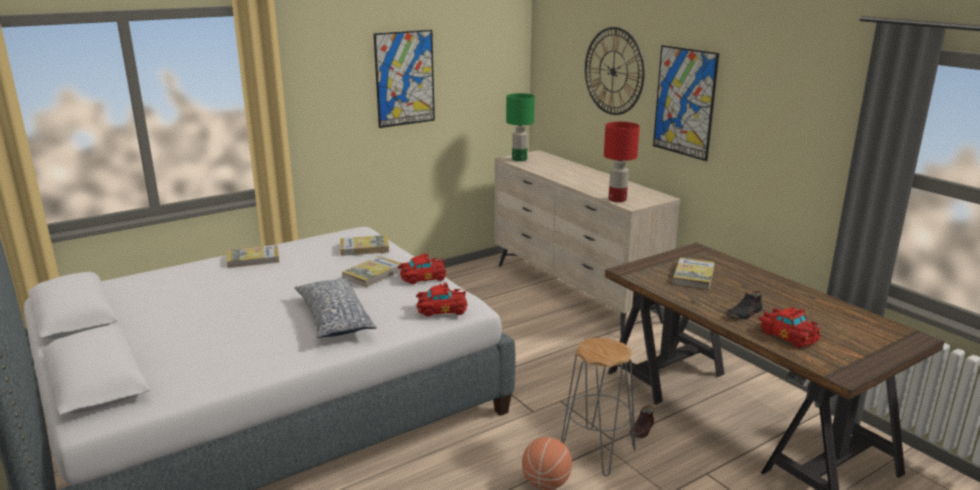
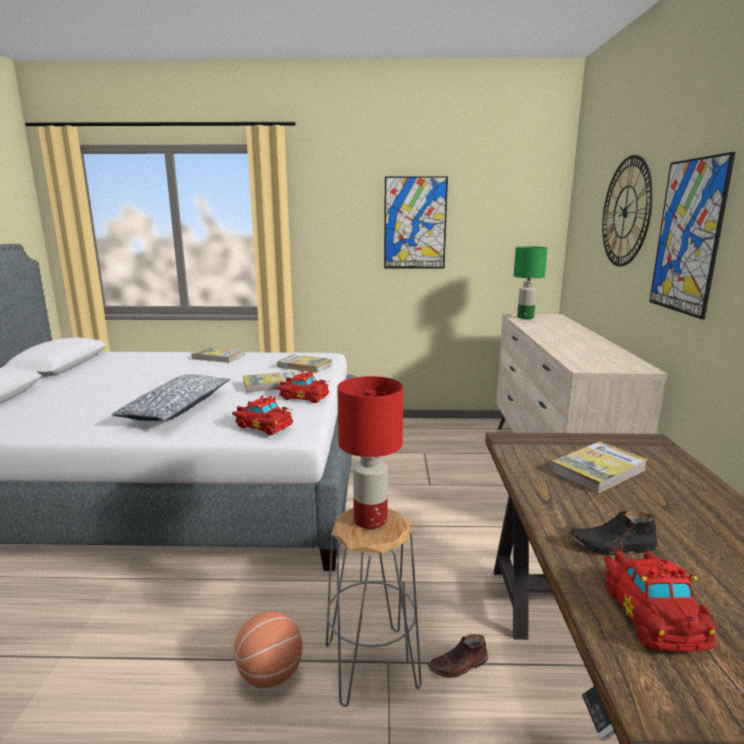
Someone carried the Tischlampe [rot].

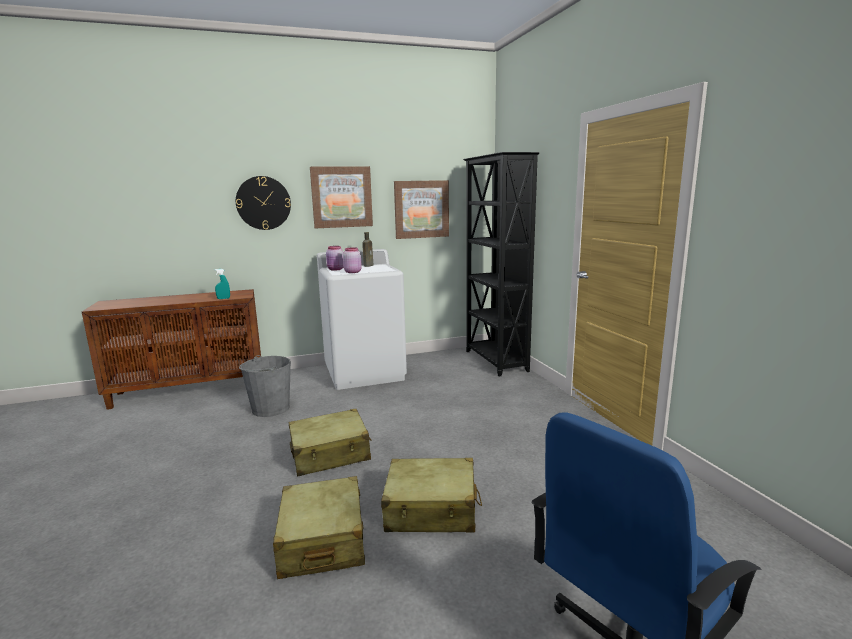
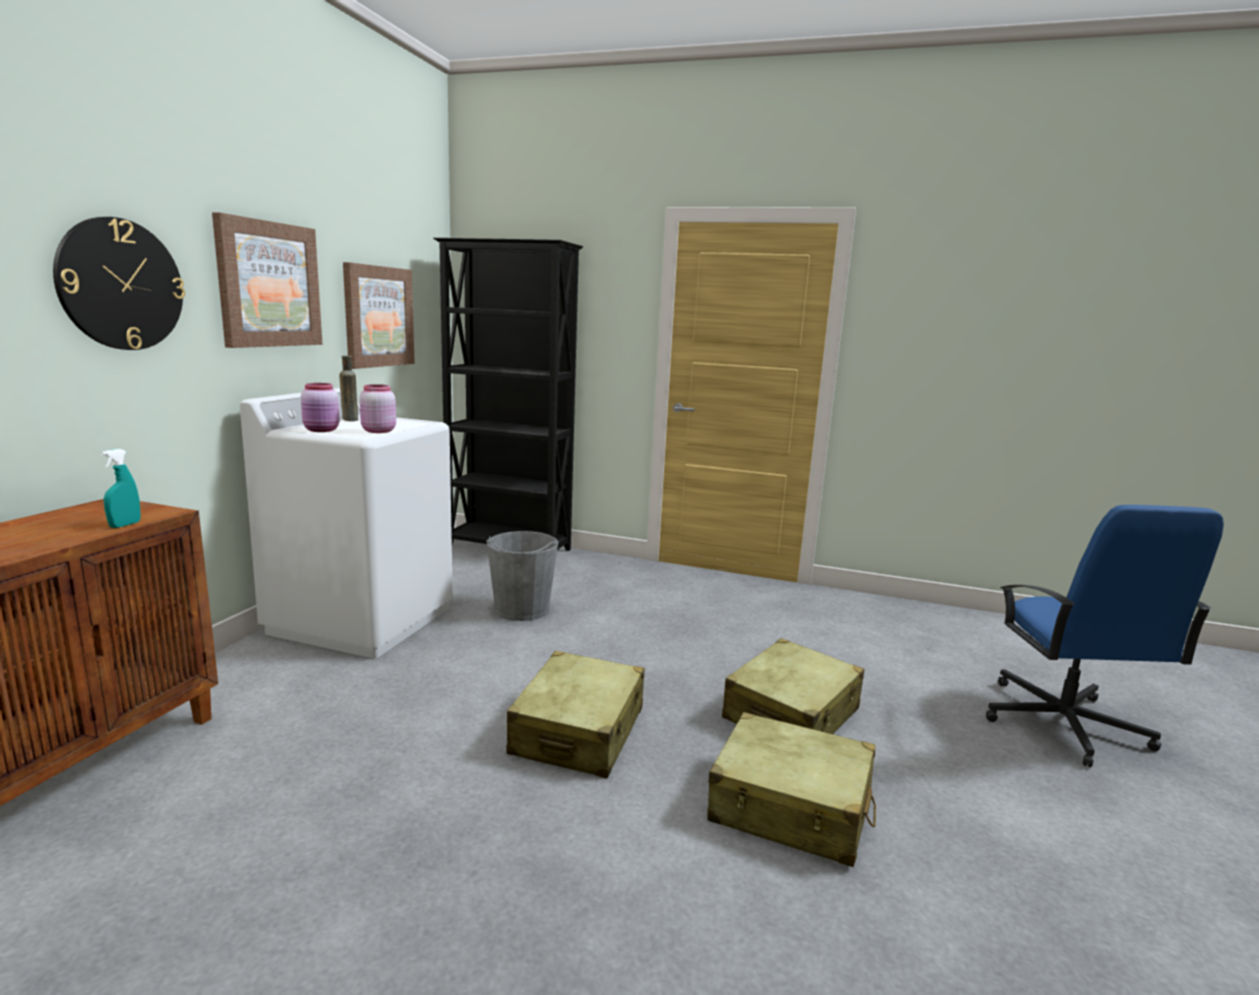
Someone carried the Eimer [grau].

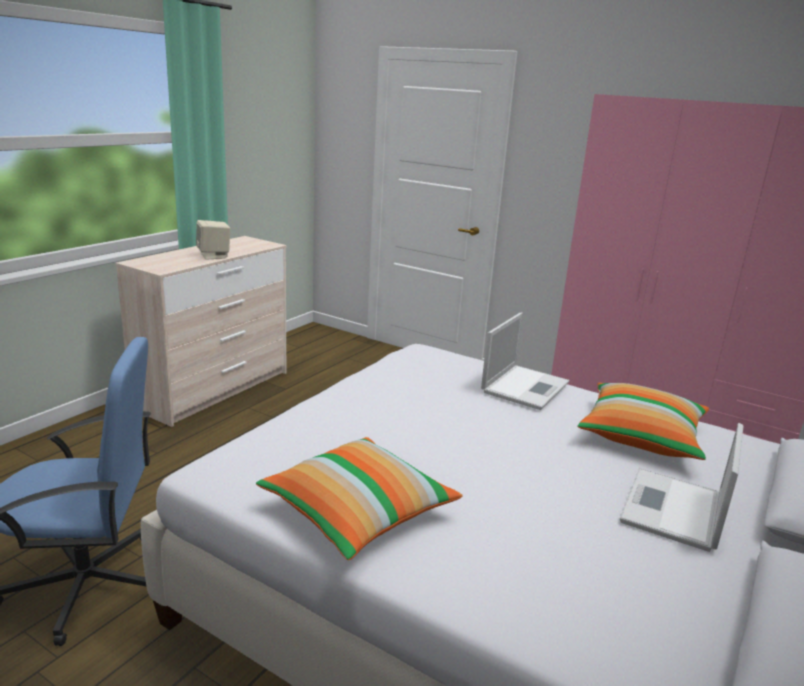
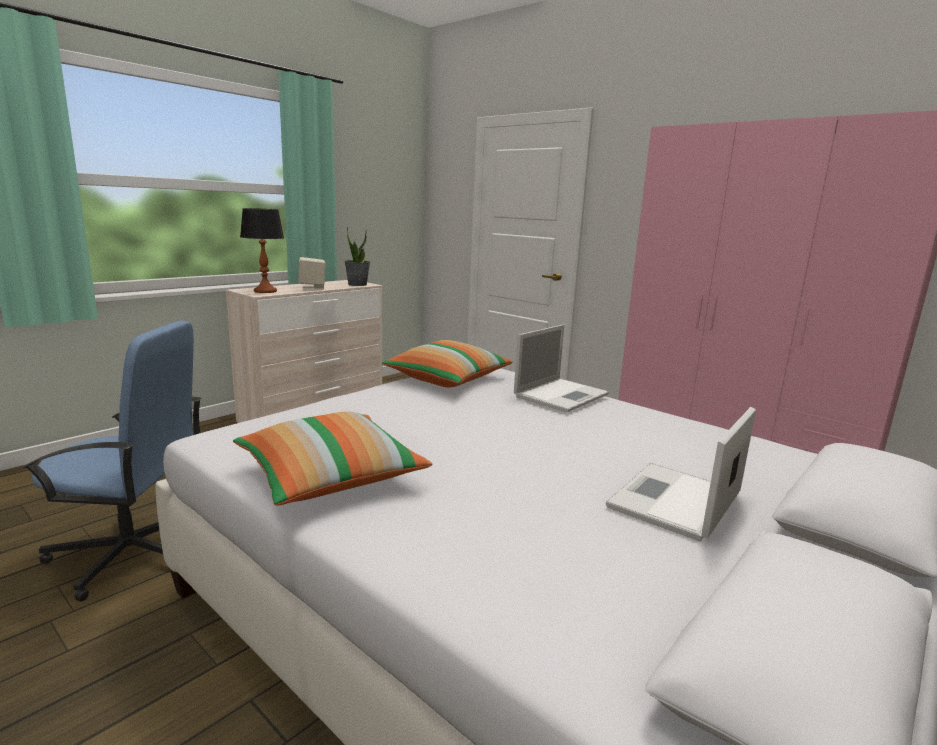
Someone carried the Kissen (2nd from left). Someone put down the Tischlampe. Someone put down the Topfpflanze.

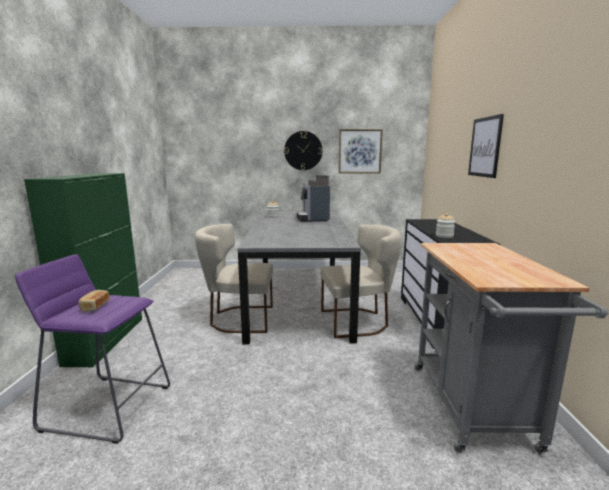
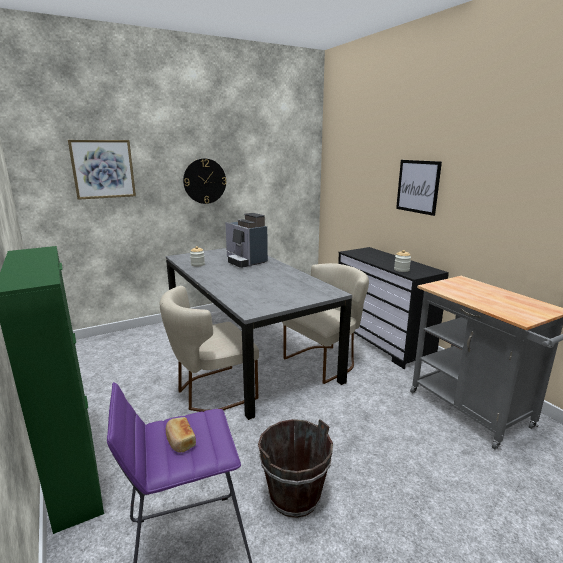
Someone carried the Bild (1st from left). Someone put down the Eimer [braun].

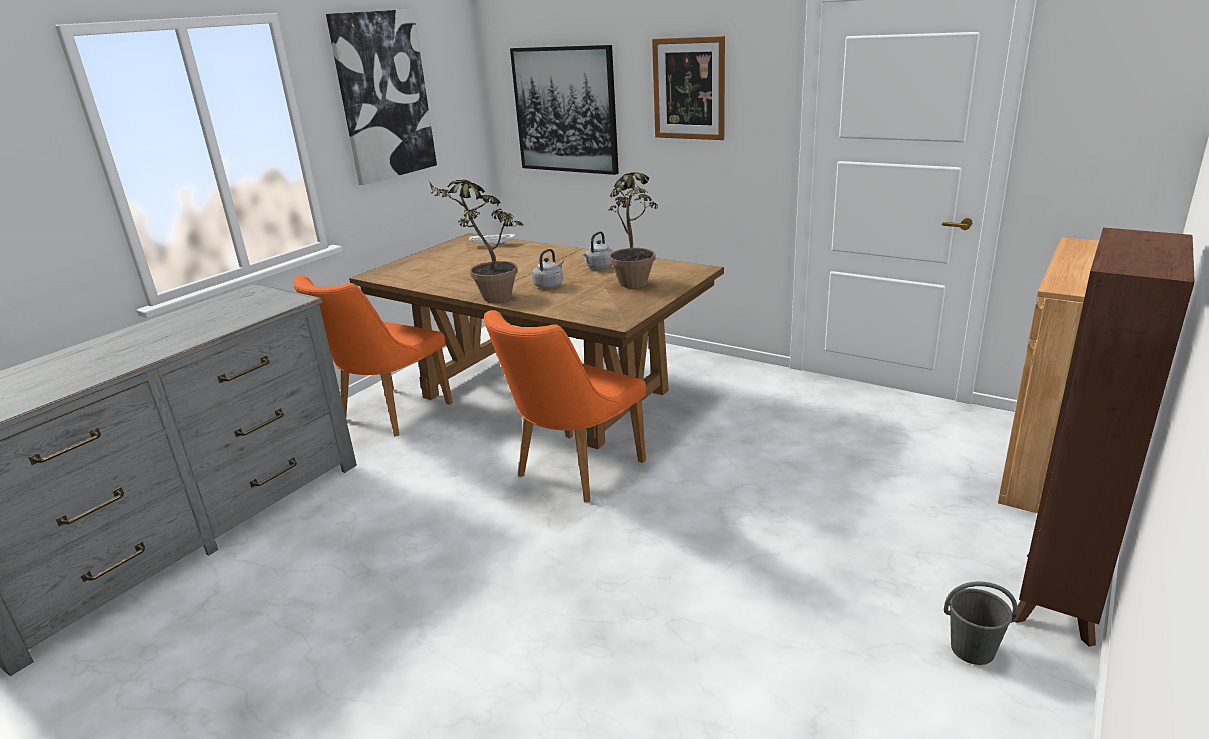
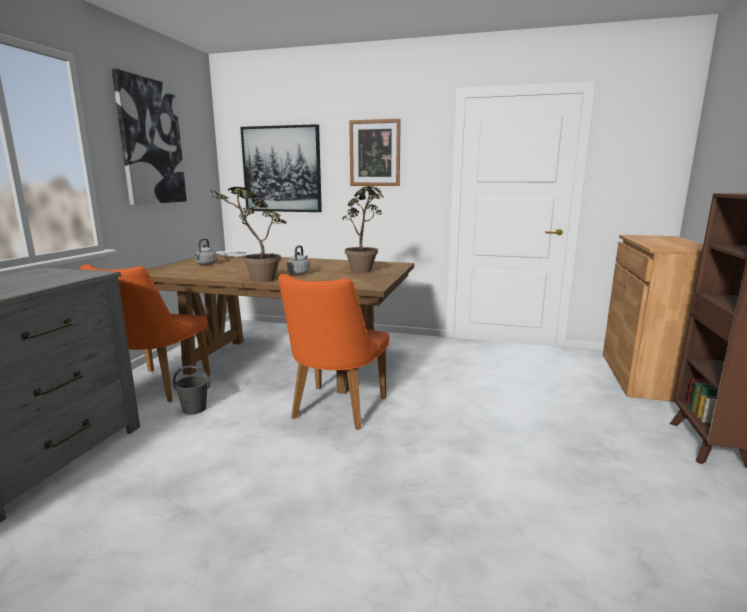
Someone carried the Wasserkessel [grau] (2nd from left in the first image). Someone carried the Eimer [grau].

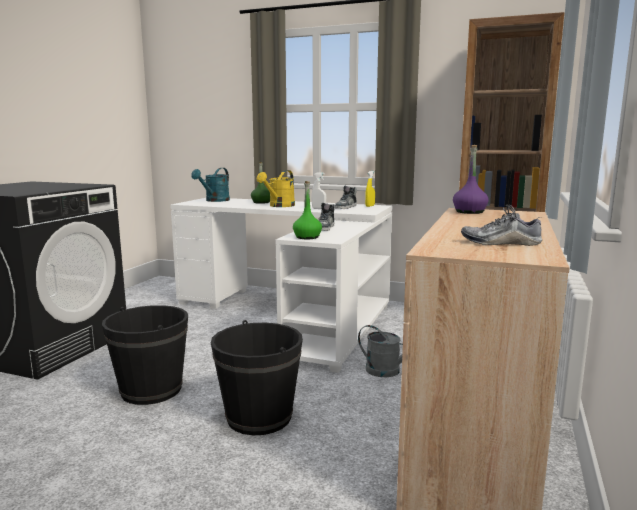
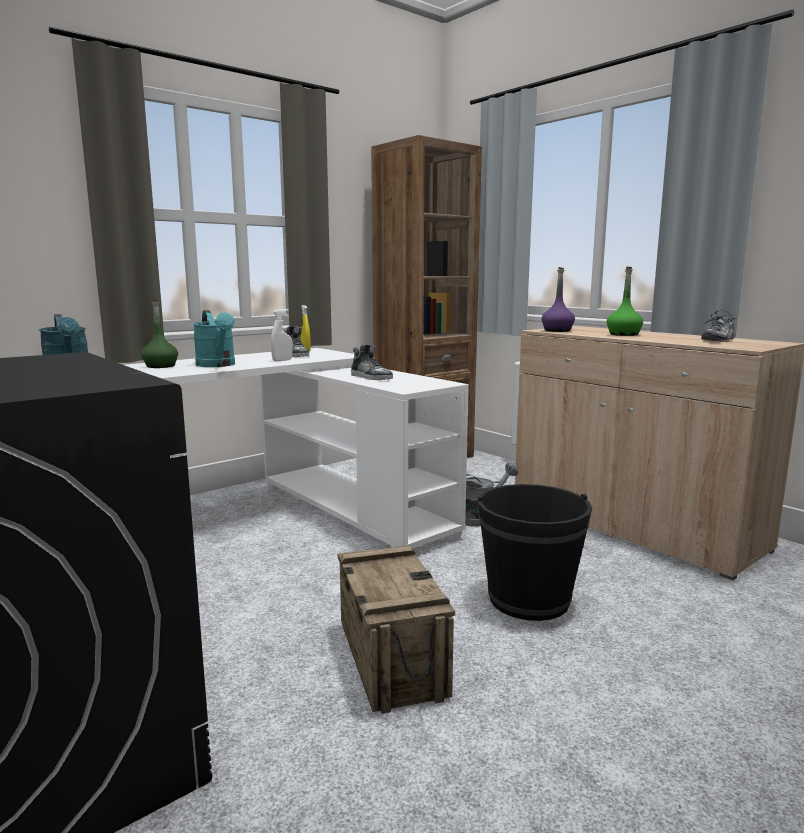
Someone swapped the Eimer [schwarz] (1st from left) for the Kiste. Someone repainted the Gießkanne [gelb], which became the Gießkanne [türkis] (2nd from left). Someone carried the Flasche [grün] (2nd from left).

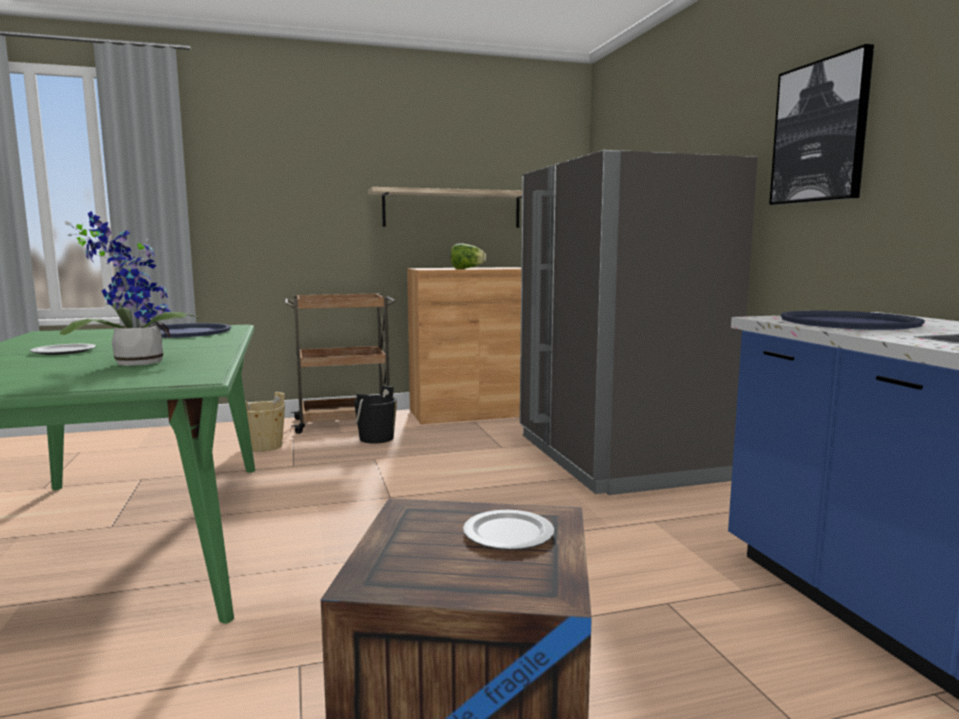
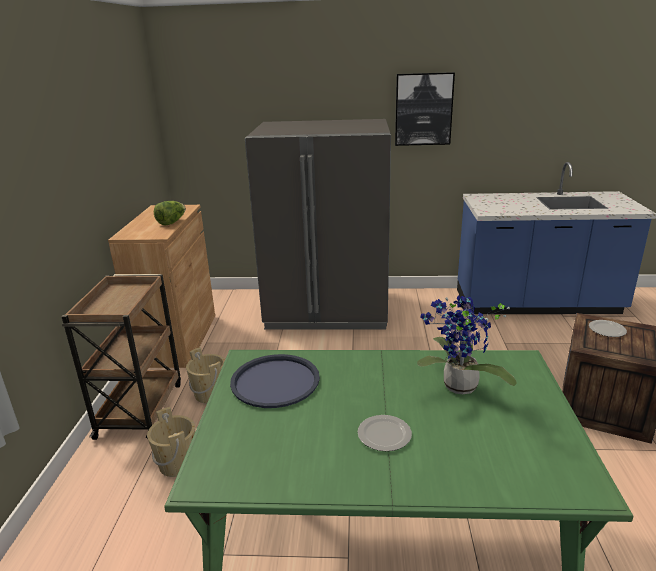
Someone repainted the Eimer [schwarz], which became the Eimer [beige] (2nd from left). Someone took away the Wandregal. Someone took away the Tablett [blau] (2nd from left).

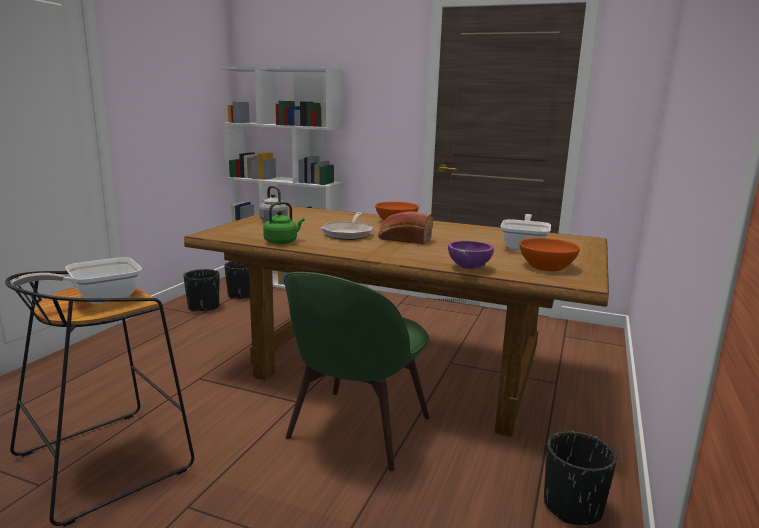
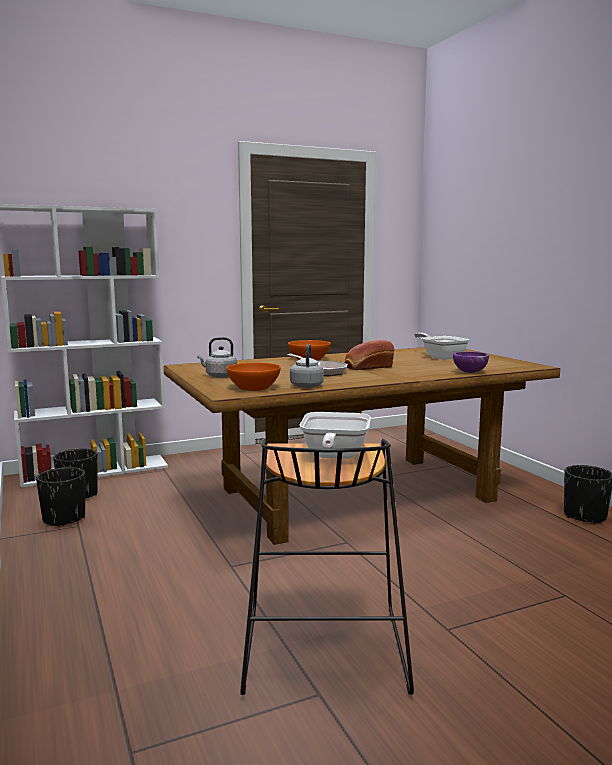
Someone repainted the Wasserkessel [grün], which became the Wasserkessel [grau] (2nd from left). Someone took away the Stuhl [grün]. Someone carried the Schüssel [orange] (2nd from left in the first image).

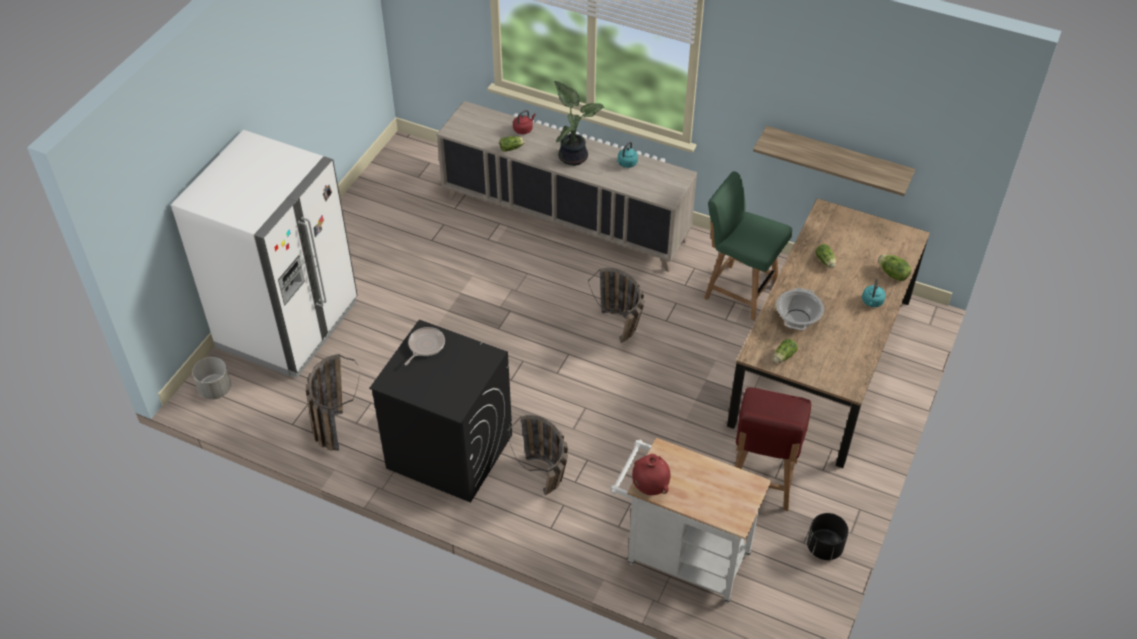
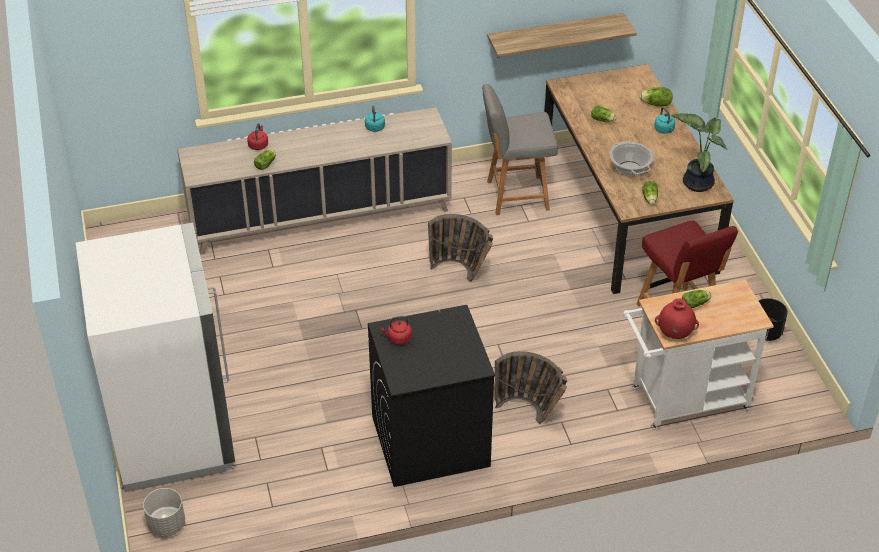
Someone took away the Korb (1st from left). Someone swapped the Pfanne for the Wasserkessel [rot] (2nd from left). Someone carried the Topfpflanze. Someone repainted the Stuhl [grün], which became the Stuhl [grau]. Someone put down the Salatkopf (5th from left).

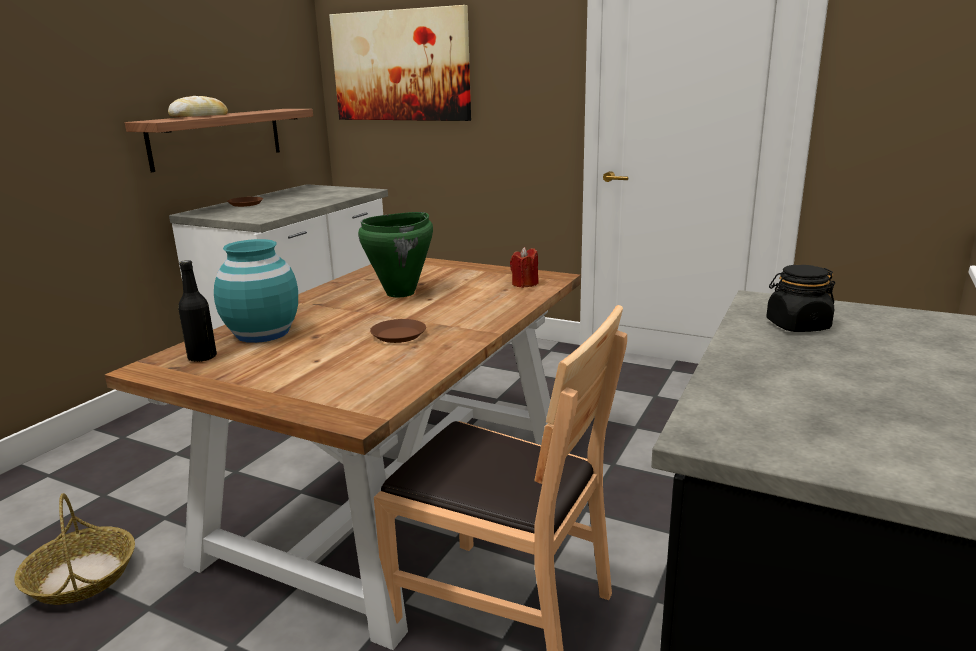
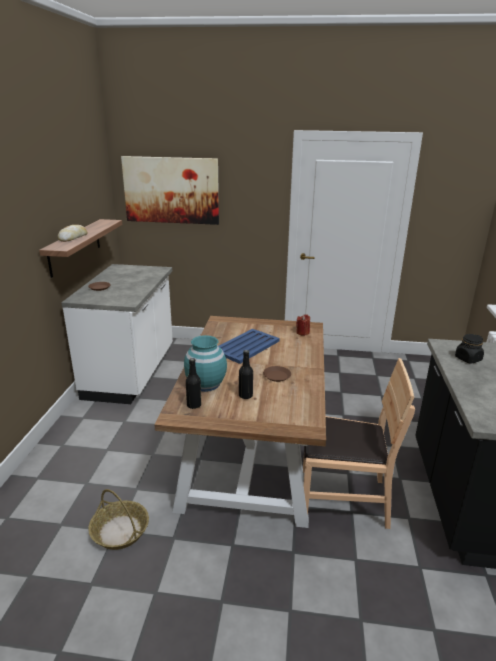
Someone swapped the Kochtopf [grün] for the Tablett [blau]. Someone put down the Flasche [schwarz] (2nd from left).

